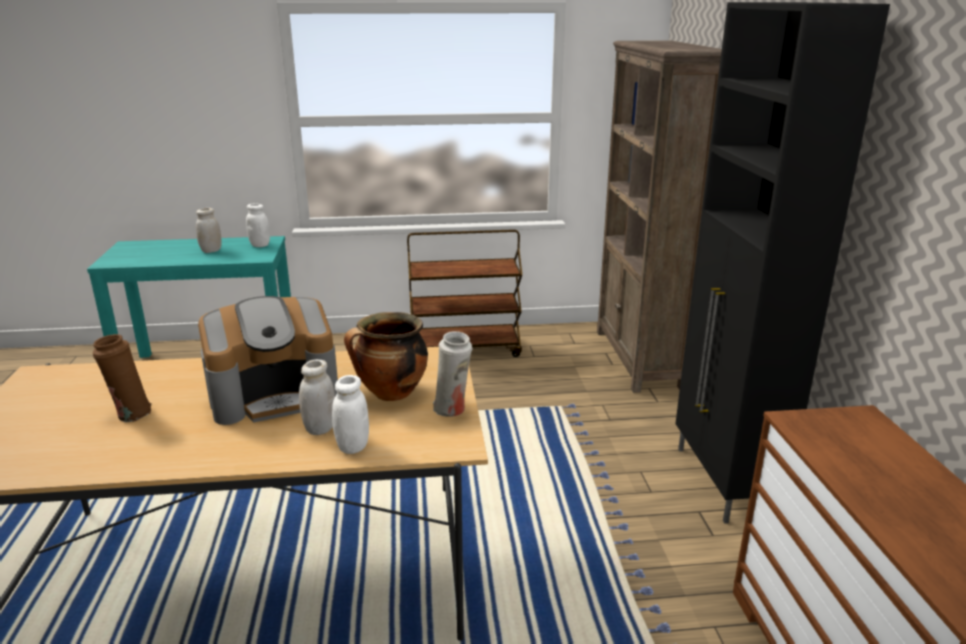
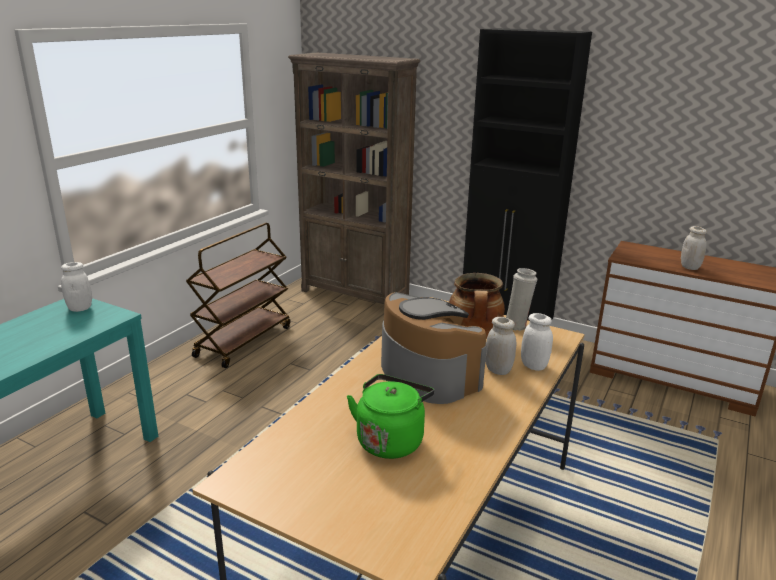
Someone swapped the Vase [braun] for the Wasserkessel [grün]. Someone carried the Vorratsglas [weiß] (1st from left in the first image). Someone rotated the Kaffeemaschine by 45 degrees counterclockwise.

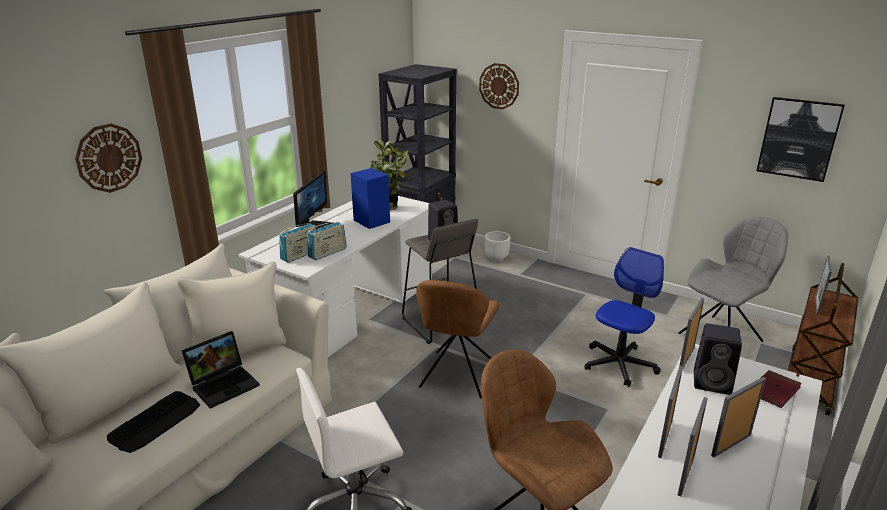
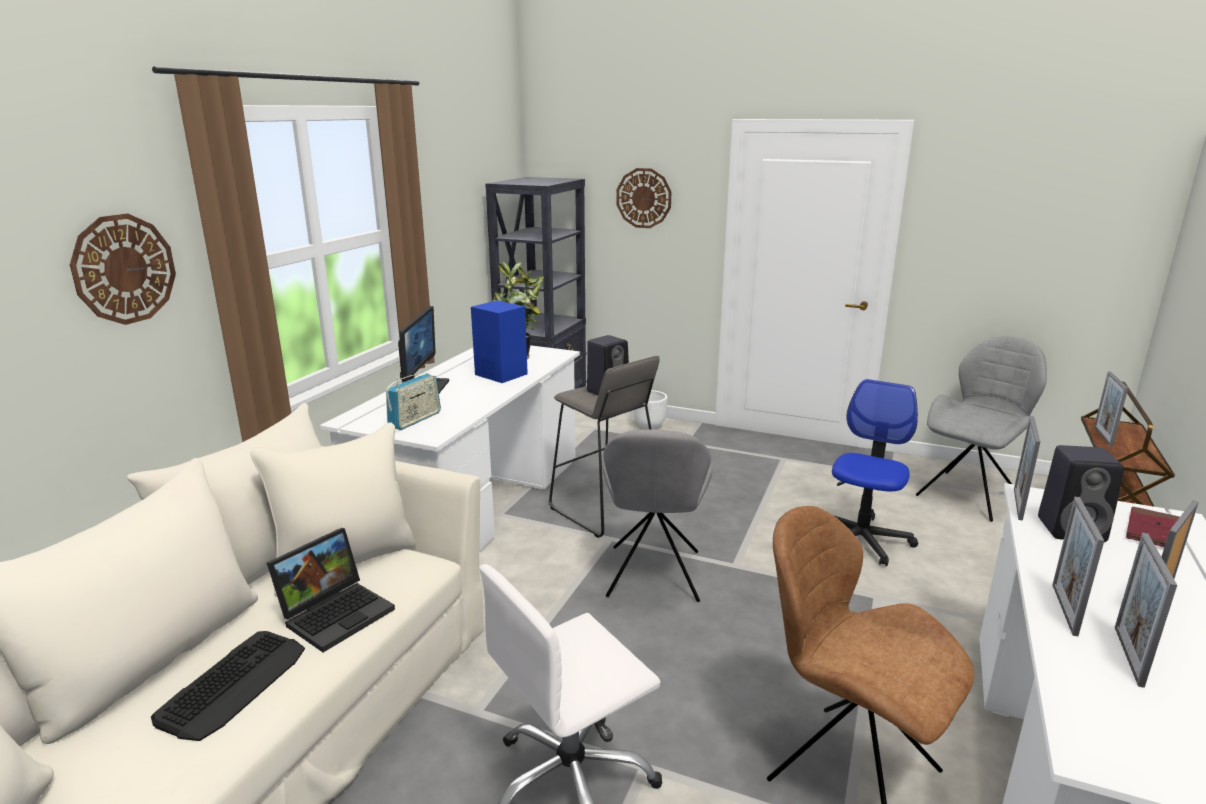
Someone took away the Radio (2nd from left). Someone repainted the Stuhl [braun] (1st from left), which became the Stuhl [grau] (1st from left). Someone took away the Bild.

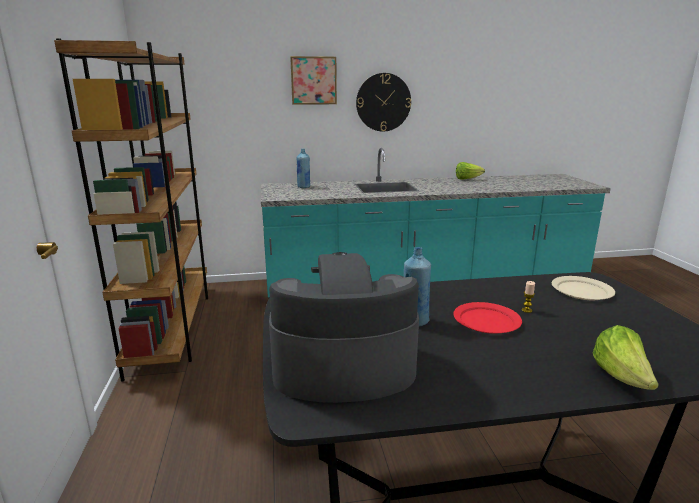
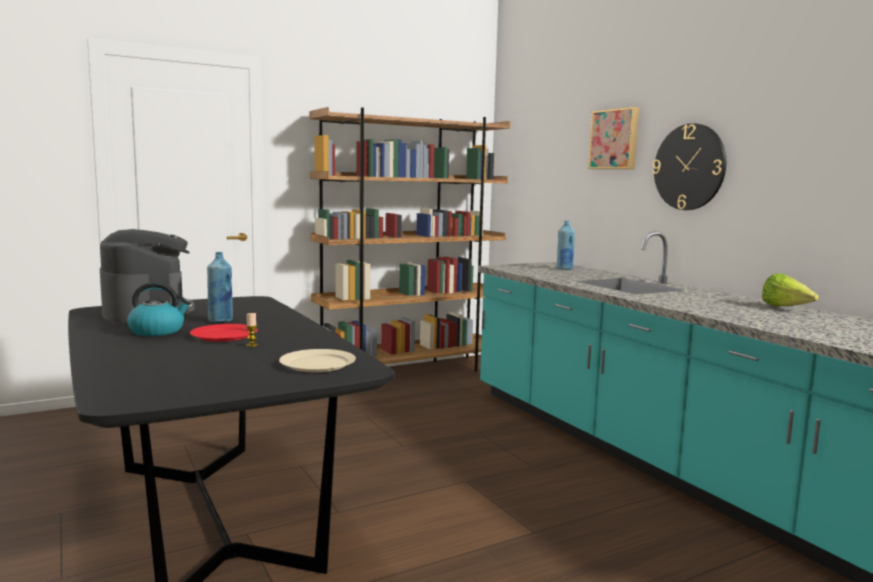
Someone took away the Salatkopf (2nd from left). Someone put down the Wasserkessel.

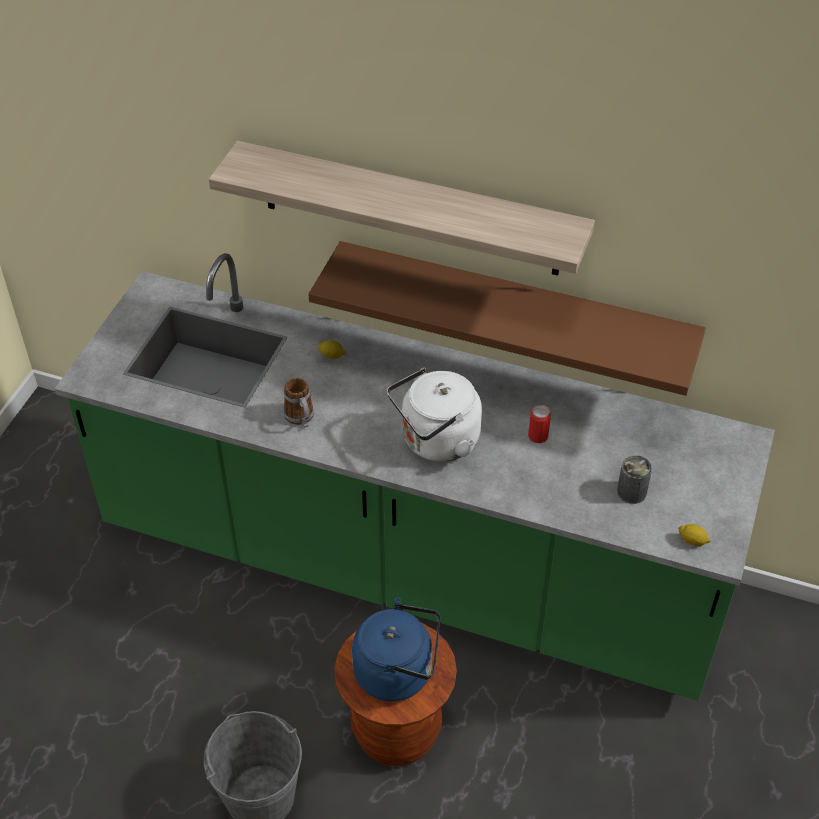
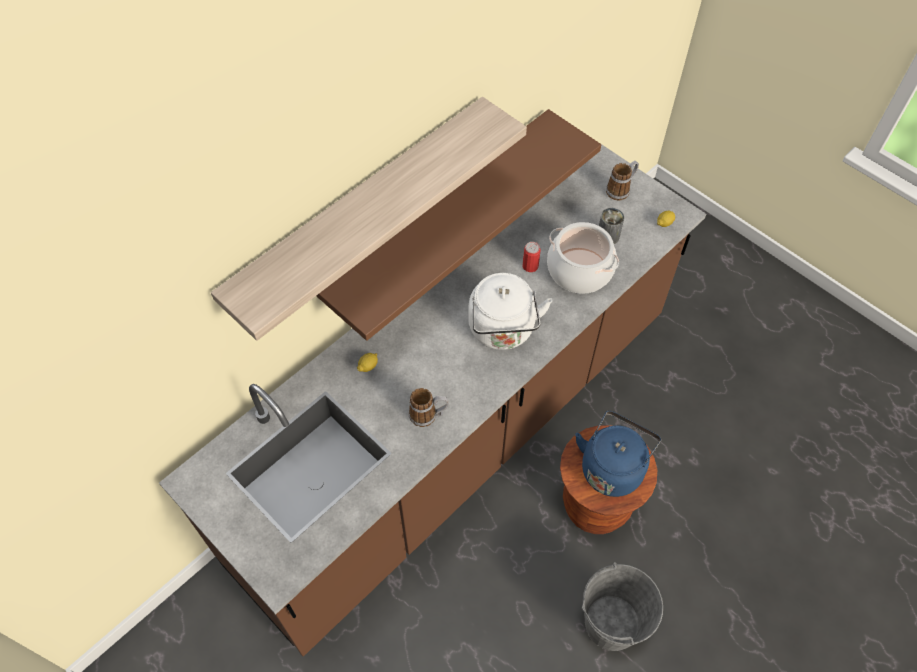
Someone repainted the Küchenzeile [grün], which became the Küchenzeile [braun]. Someone put down the Kochtopf. Someone put down the Henkelbecher (2nd from left).

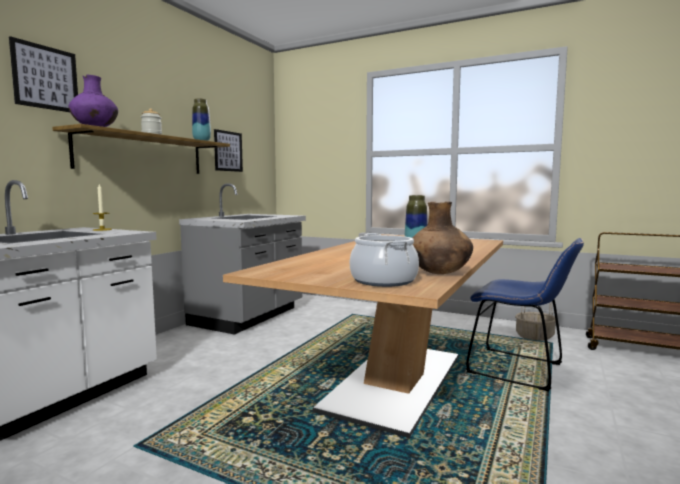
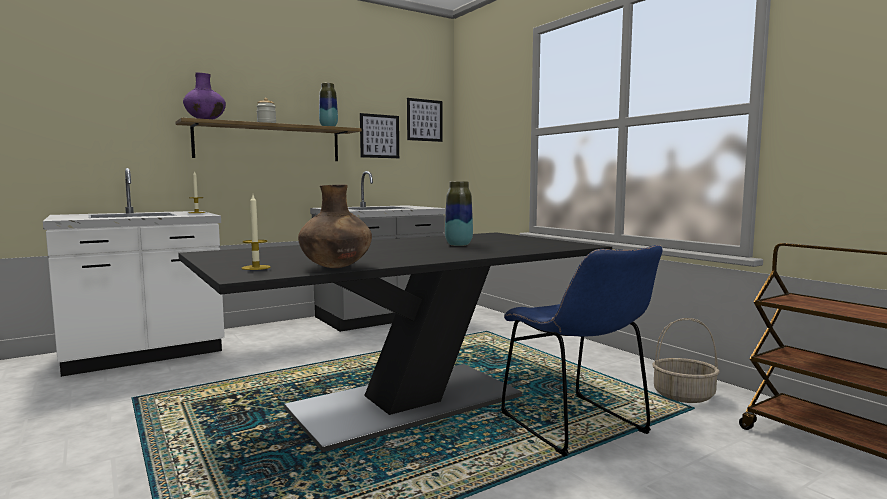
Someone carried the Bild (1st from left in the first image). Someone repainted the Esstisch [beige], which became the Esstisch [schwarz]. Someone swapped the Kochtopf for the Kerze (2nd from left).

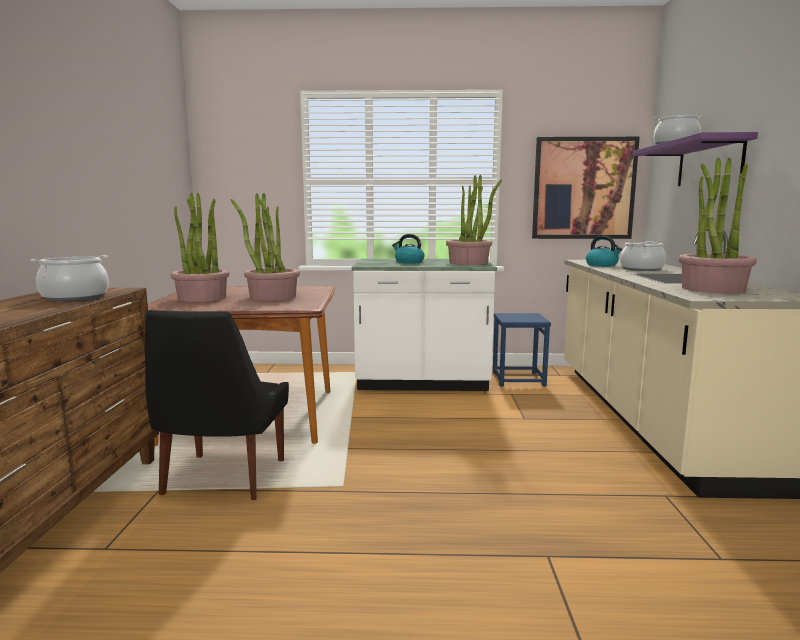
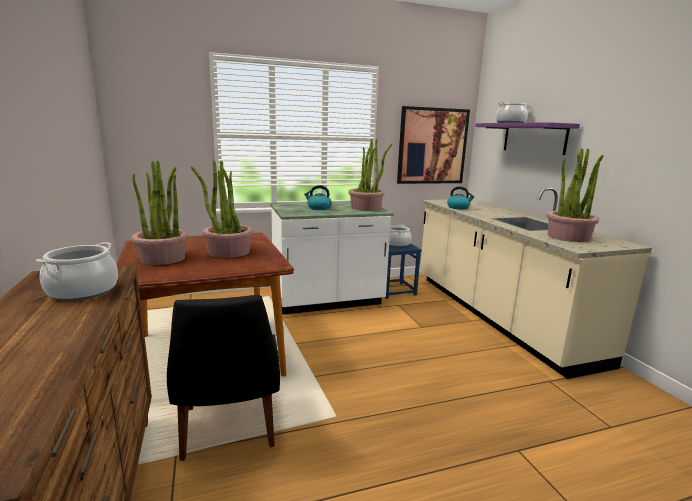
Someone carried the Kochtopf (2nd from left).

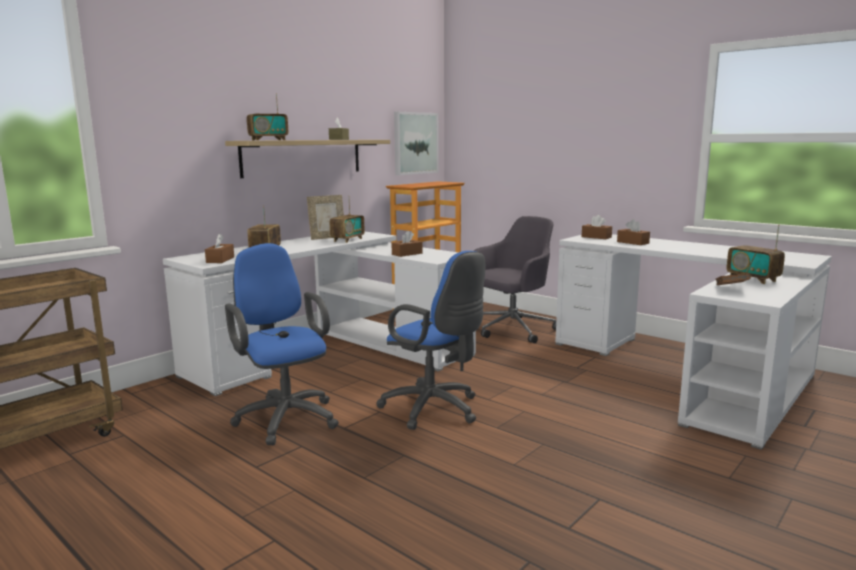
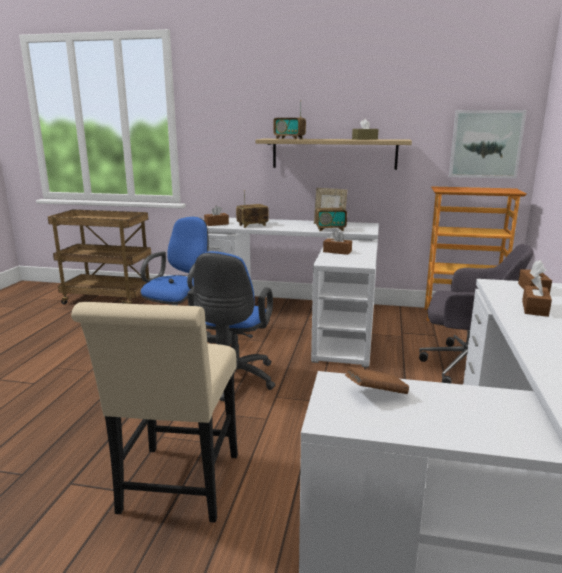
Someone took away the Radio (4th from left). Someone put down the Stuhl [beige].

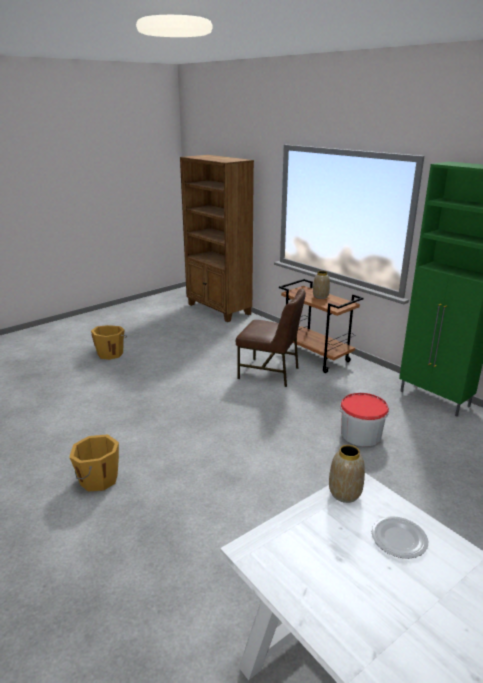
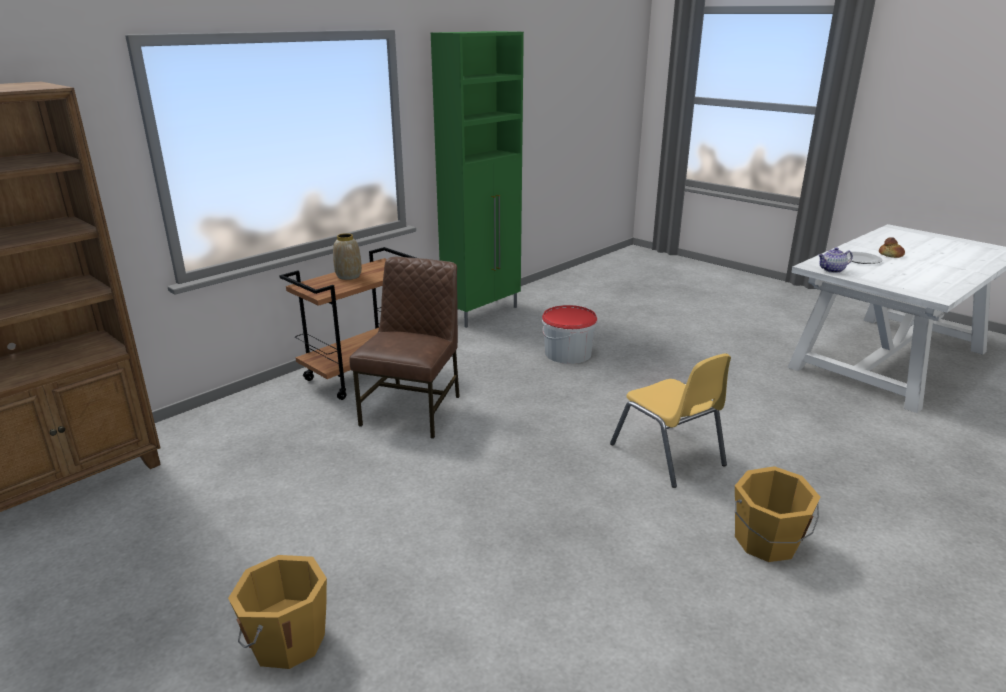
Someone swapped the Vase (2nd from left) for the Teekanne. Someone put down the Stuhl [gelb]. Someone put down the Brot.

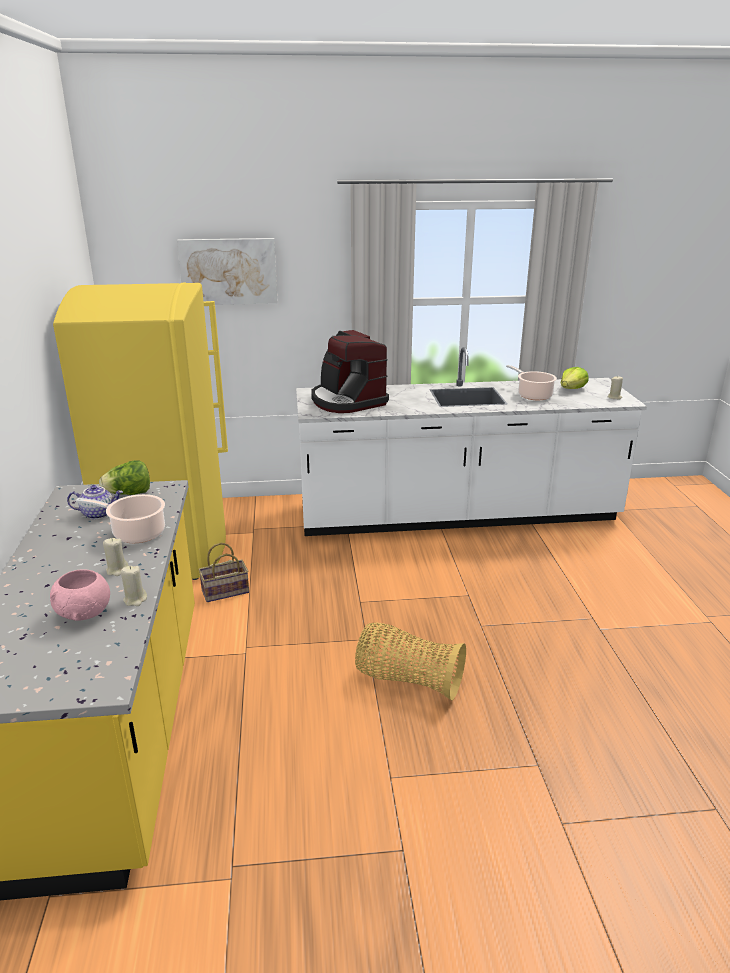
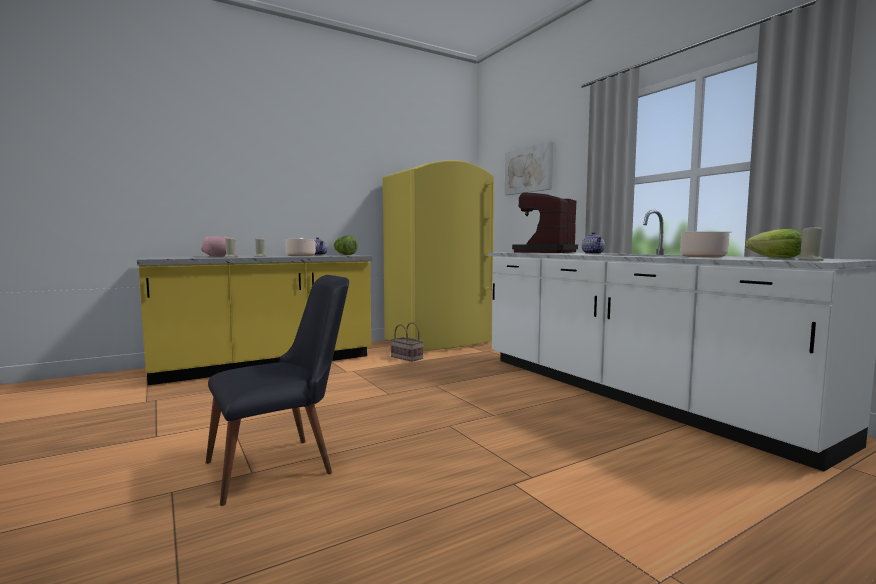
Someone took away the Korb (2nd from left). Someone put down the Stuhl [schwarz]. Someone put down the Teekanne (2nd from left).

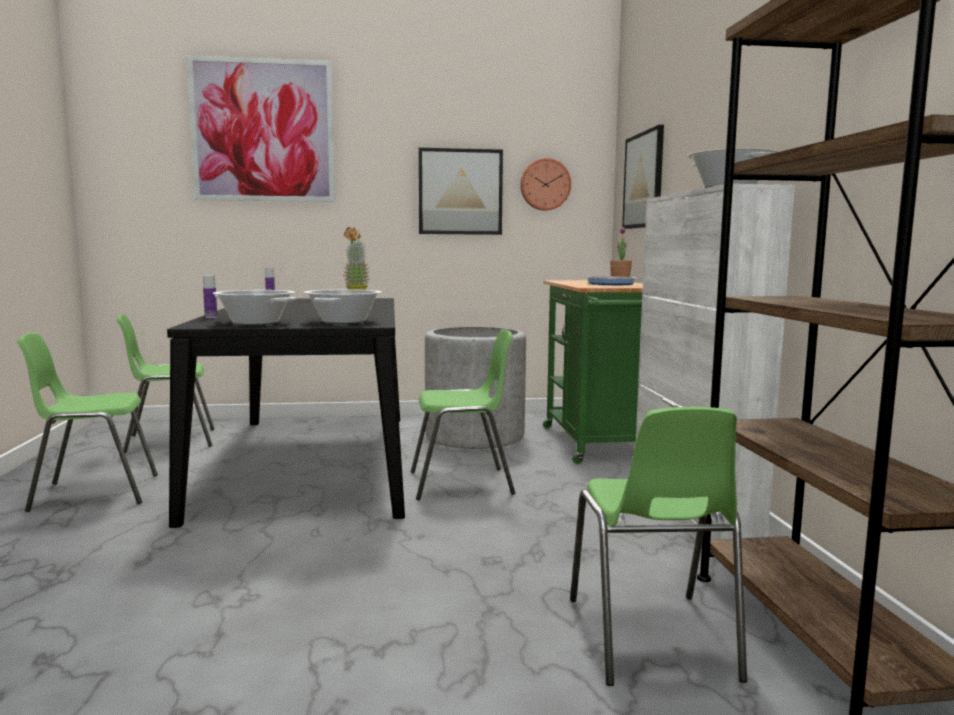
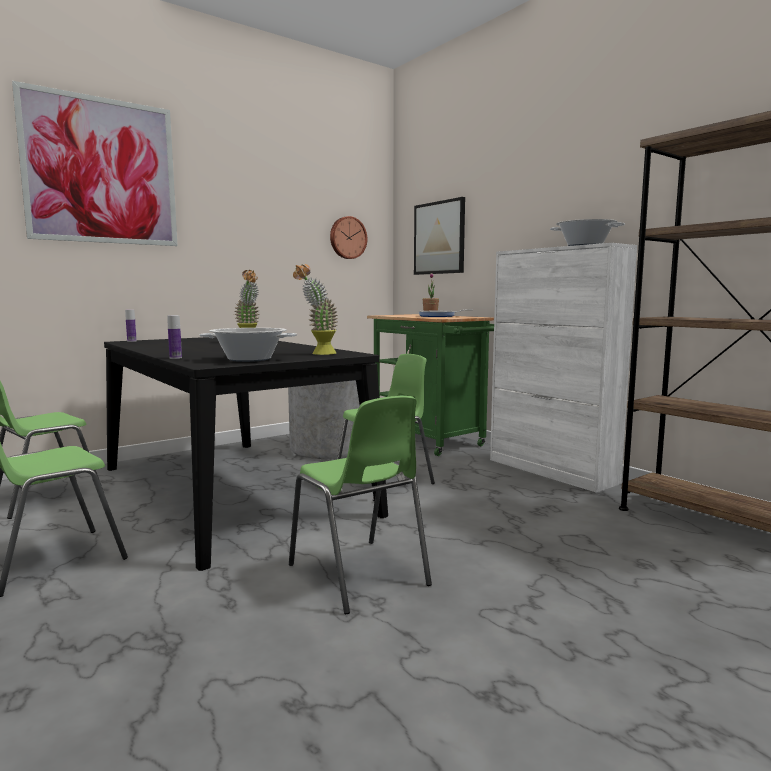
Someone swapped the Kochtopf (2nd from left) for the Topfpflanze (2nd from left). Someone took away the Bild (2nd from left). Someone carried the Stuhl [grün] (4th from left in the first image).

